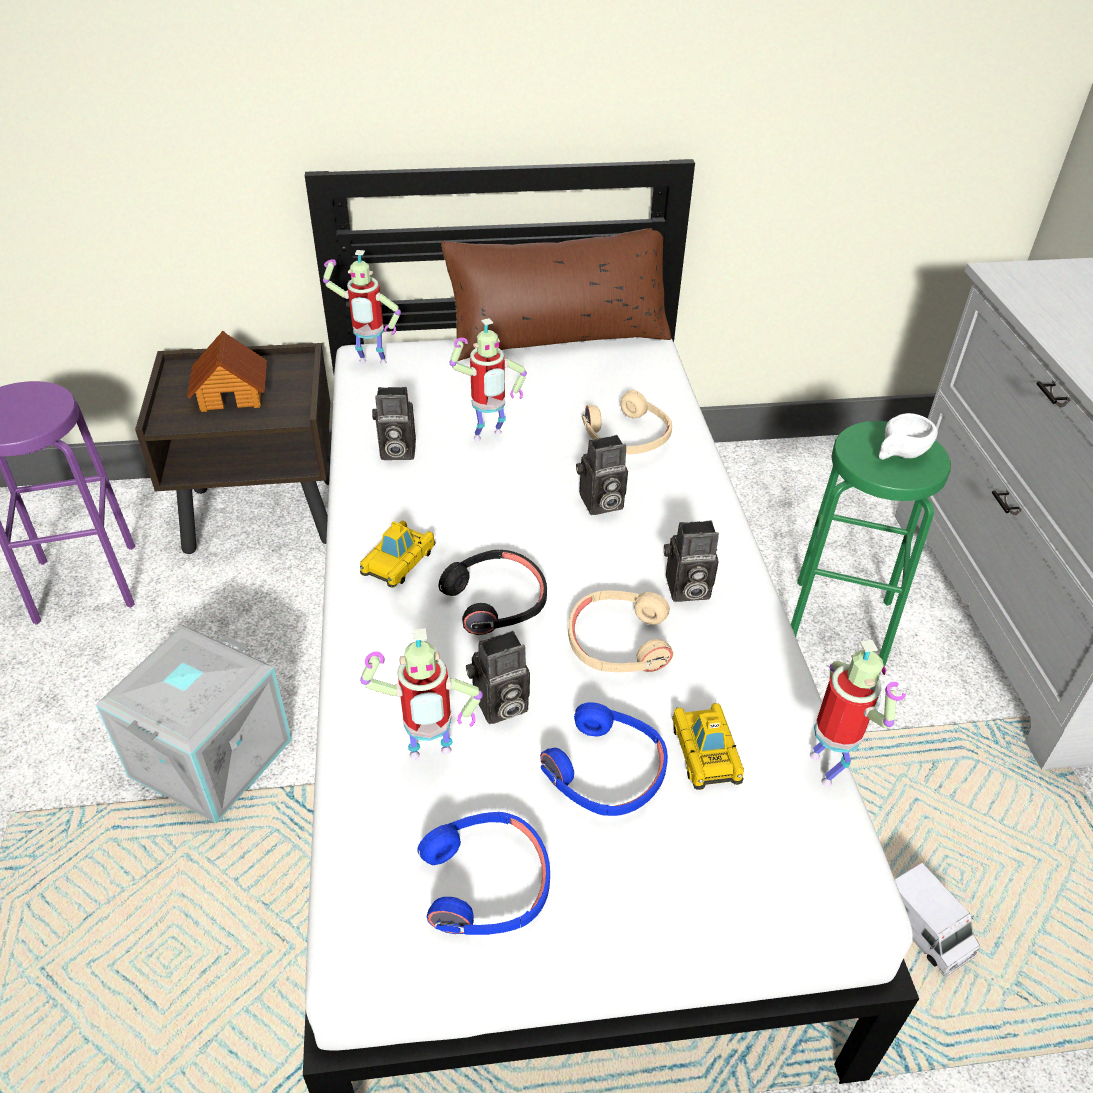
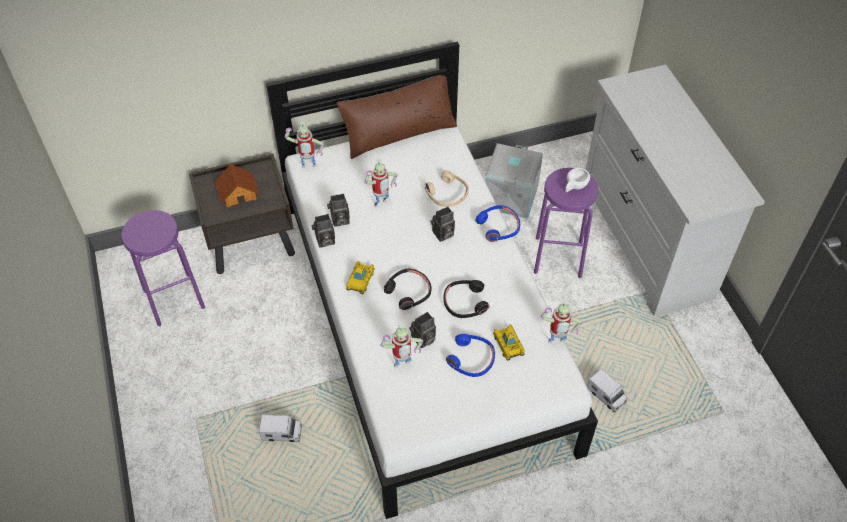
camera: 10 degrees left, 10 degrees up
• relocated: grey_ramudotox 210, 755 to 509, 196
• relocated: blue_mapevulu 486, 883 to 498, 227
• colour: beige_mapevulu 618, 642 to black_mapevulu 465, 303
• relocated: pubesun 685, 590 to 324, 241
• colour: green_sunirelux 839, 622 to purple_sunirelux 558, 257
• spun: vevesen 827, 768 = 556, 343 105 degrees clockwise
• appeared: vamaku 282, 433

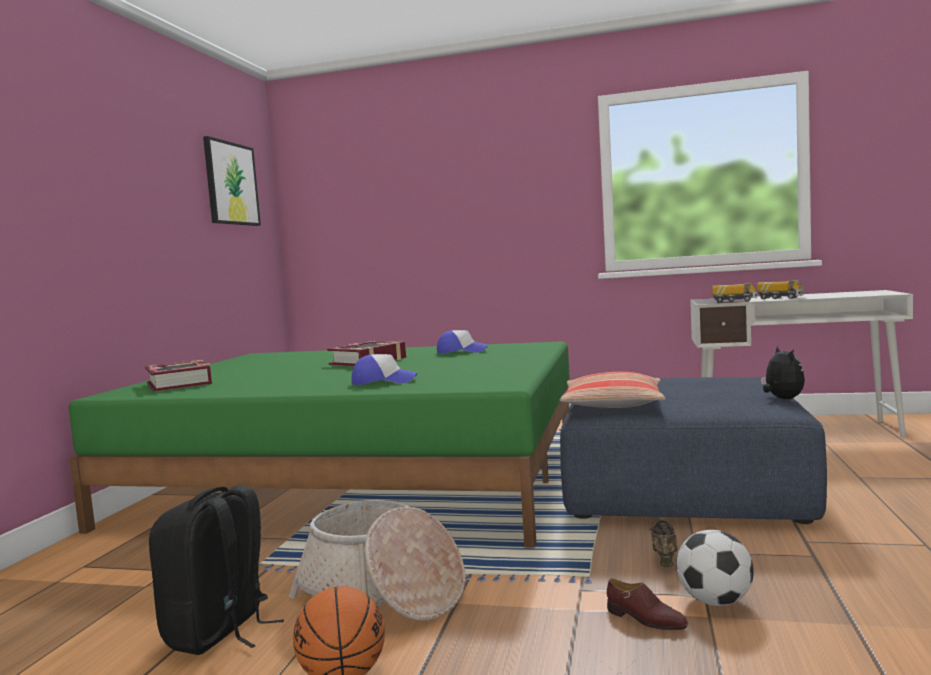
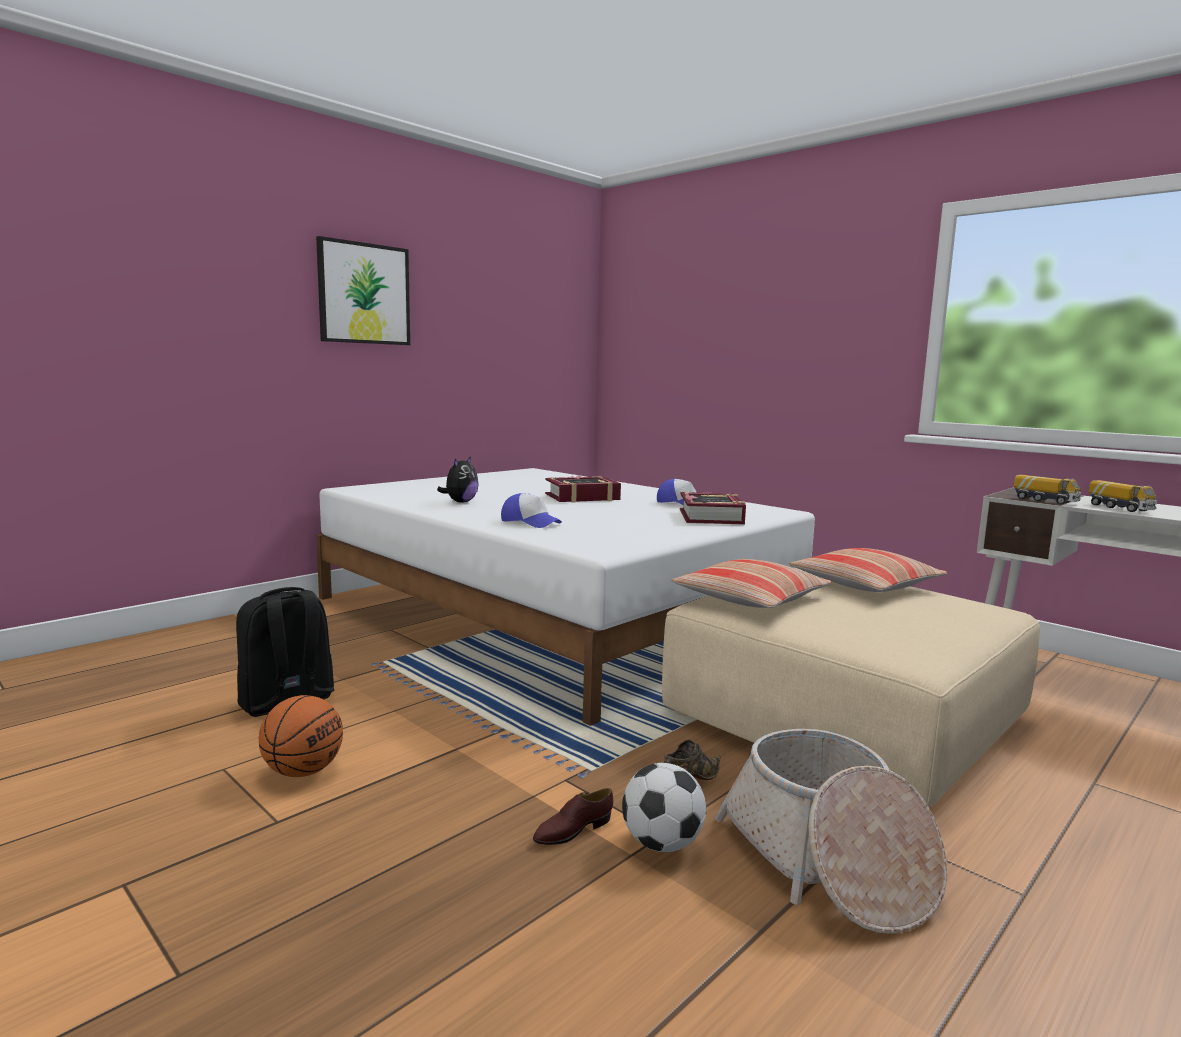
camera: 30 degrees right, 5 degrees up
• colour: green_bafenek 359, 480 to white_bafenek 553, 613
• relocated: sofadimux 179, 384 to 711, 517
• relocated: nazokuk 231, 184 to 364, 294
• relocated: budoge 383, 594 to 827, 861
• colour: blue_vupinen 680, 484 to beige_vupinen 842, 713
• spun: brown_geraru 645, 619 = 572, 830 75 degrees clockwise
• relocated: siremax 782, 399 to 460, 502
• appeared: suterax 865, 585

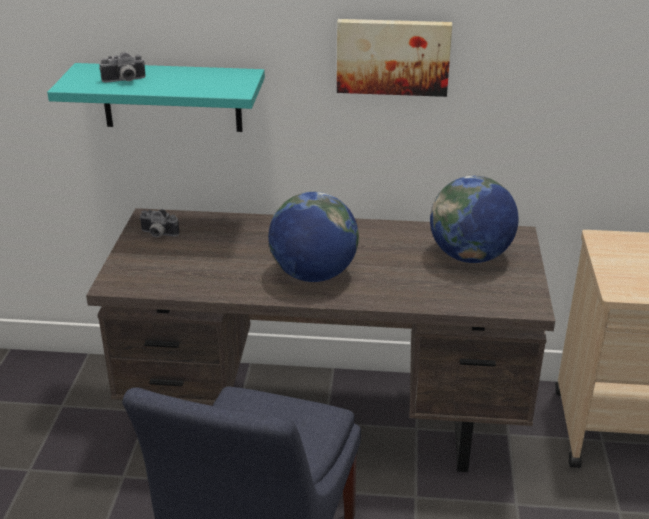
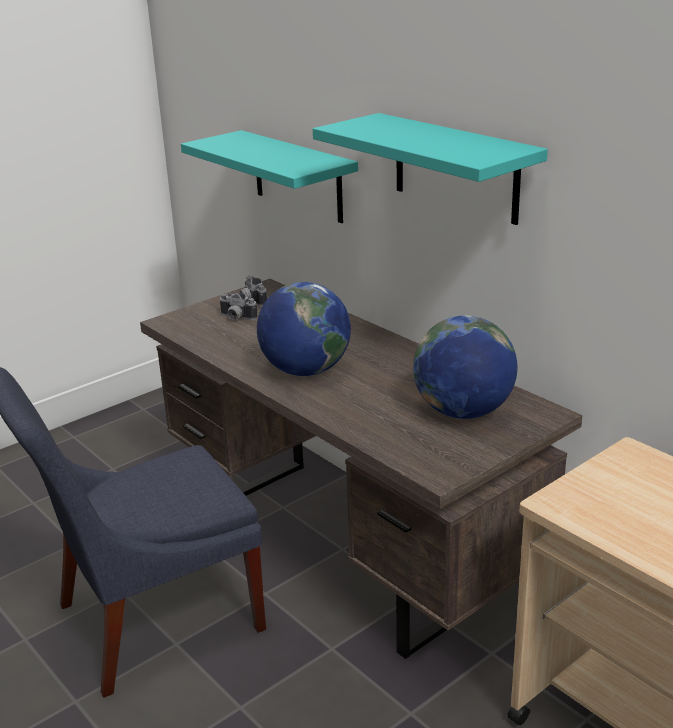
camera: 45 degrees right, 5 degrees down
• relocated: pubesun 124, 81 to 236, 318
• exchanged: nazokuk 393, 56 to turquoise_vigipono 455, 168

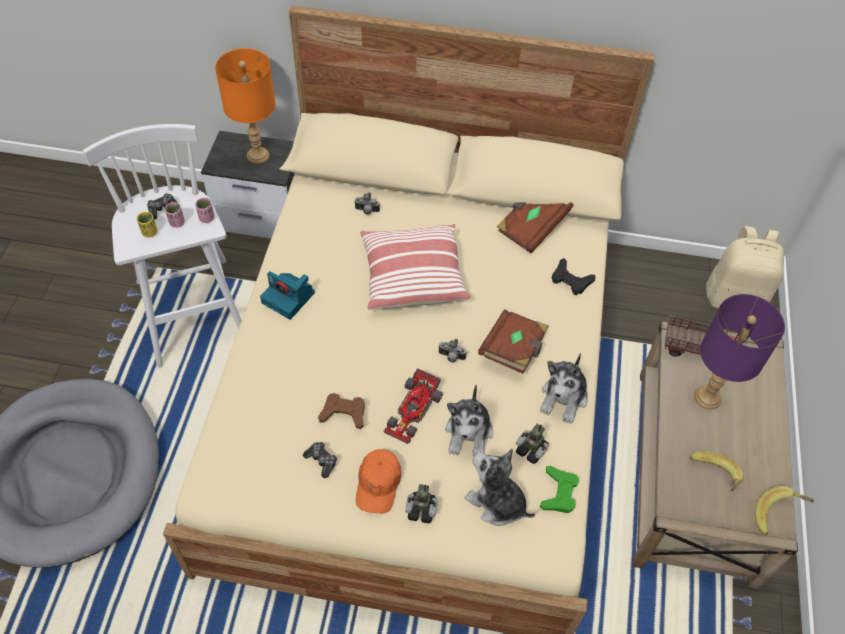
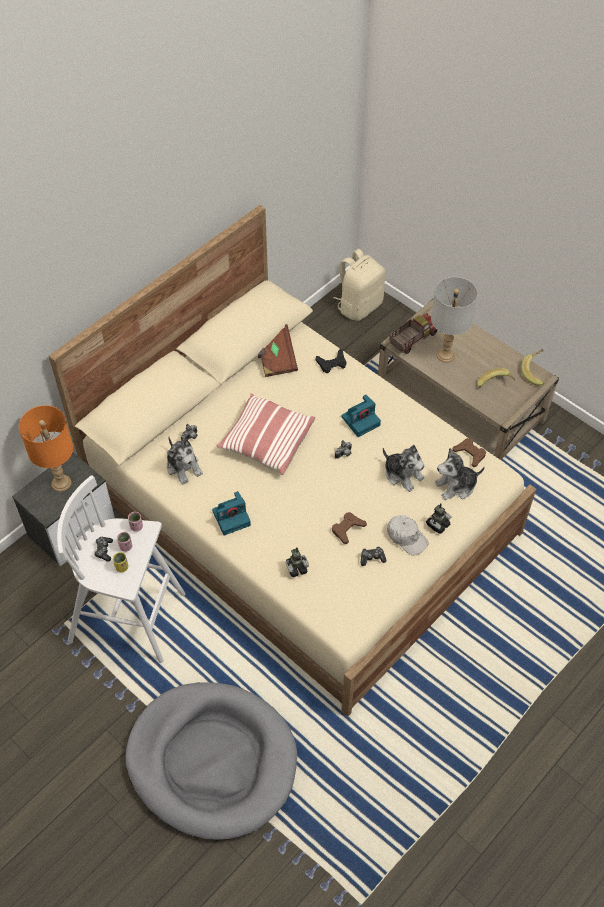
camera: 55 degrees left, 0 degrees up
• colour: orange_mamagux 378, 484 to white_mamagux 406, 537
• missing: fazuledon 412, 410
• exchanged: brown_sofadimux 513, 349 to pubesun 361, 420
• relocated: vevesen 531, 450 to 296, 568
• relocated: siremax 564, 398 to 184, 467
• colour: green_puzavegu 559, 492 to brown_puzavegu 469, 454
• colour: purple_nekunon 708, 398 to grey_nekunon 446, 355

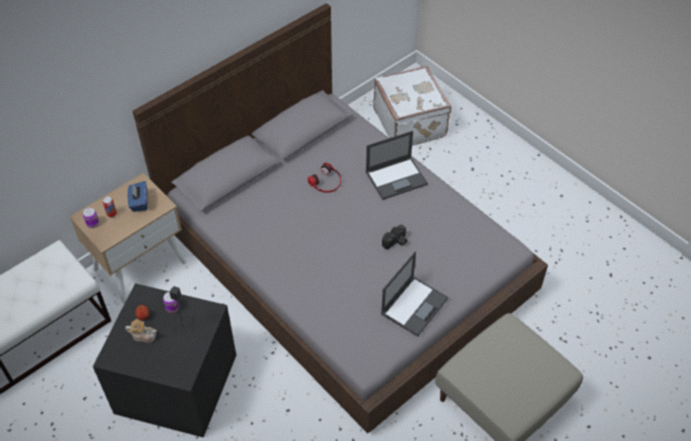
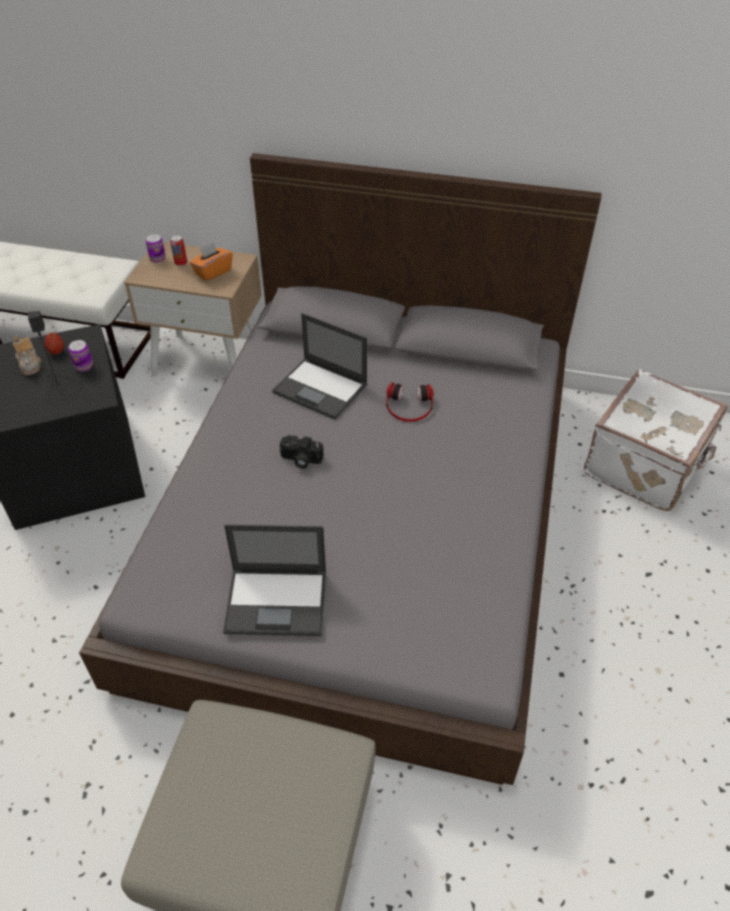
camera: 55 degrees right, 5 degrees down
• colour: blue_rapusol 139, 202 to orange_rapusol 213, 272
• relocated: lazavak 397, 178 to 321, 389
• relocated: pubesun 395, 242 to 300, 460

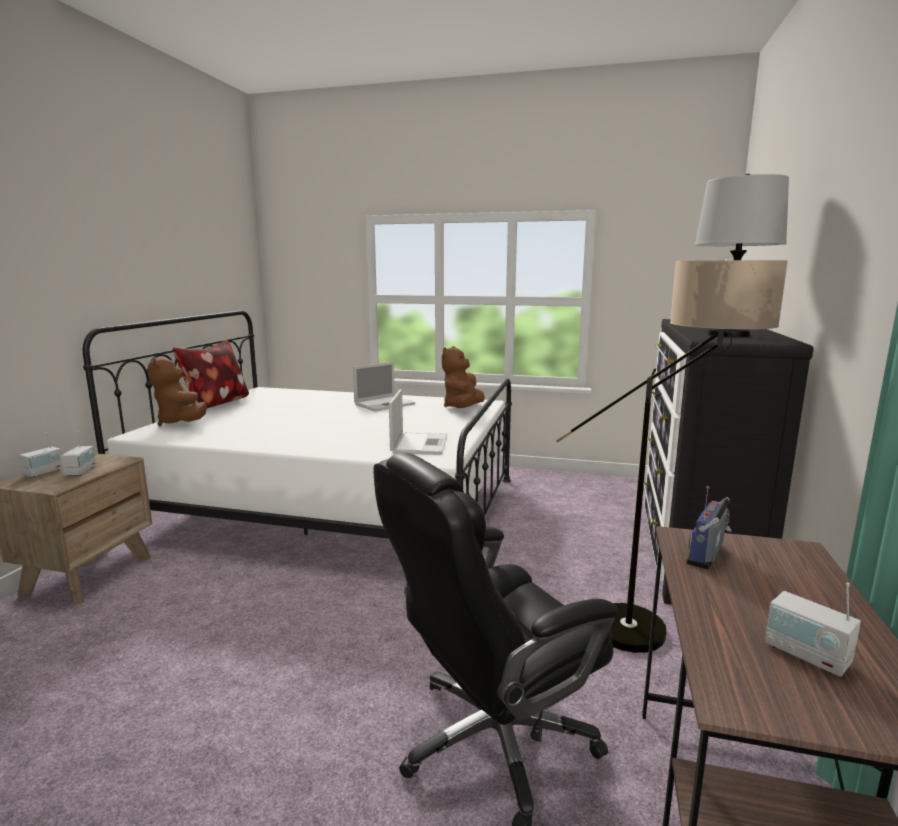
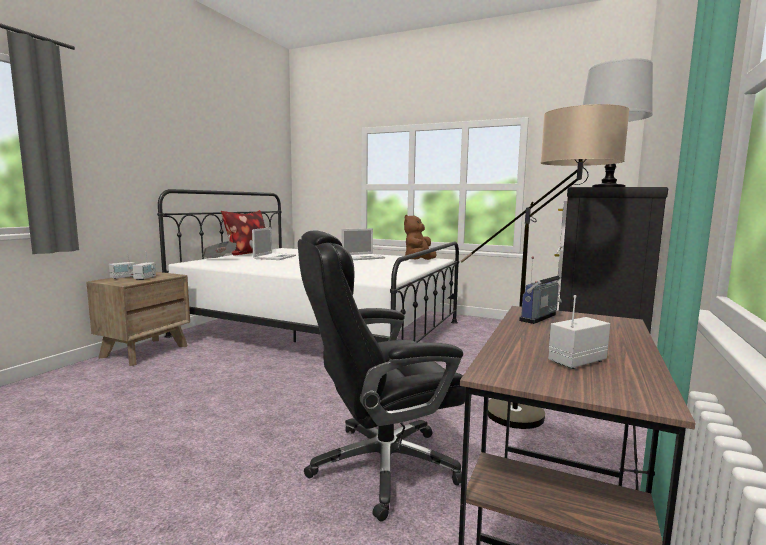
camera: 10 degrees right, 5 degrees down
• exchanged: brown_siremax 181, 422 to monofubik 219, 259
• relocated: lazavak 419, 444 to 275, 257
• spun: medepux 806, 655 = 576, 361 90 degrees clockwise

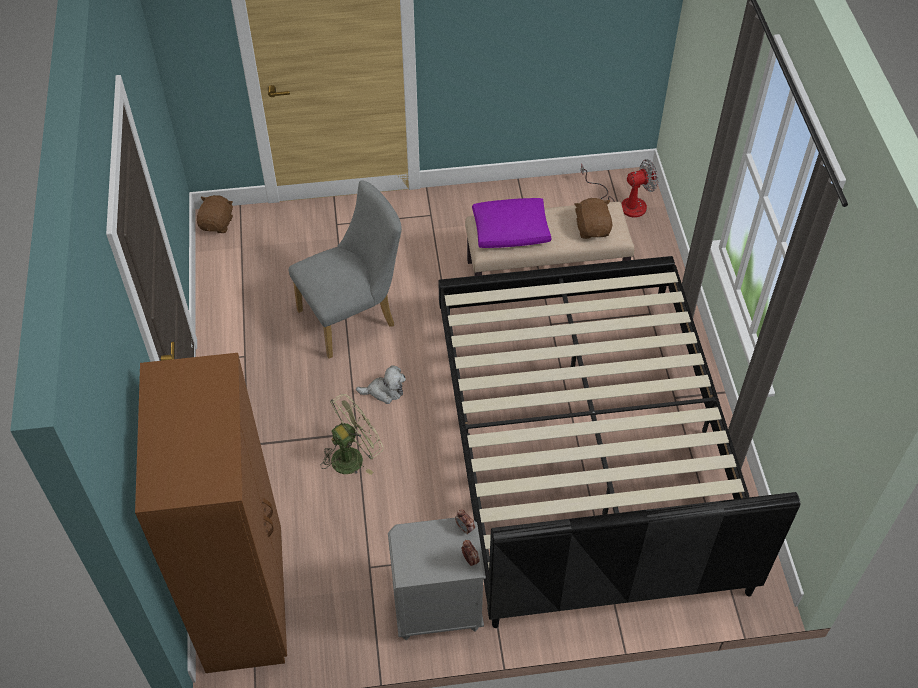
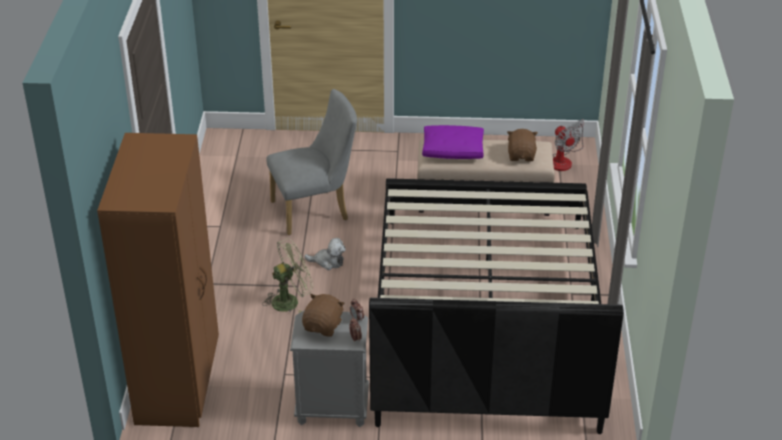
camera: 10 degrees right, 15 degrees down
• relocated: brown_siremax 217, 224 to 323, 326
• spun: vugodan 624, 203 = 564, 160 75 degrees clockwise

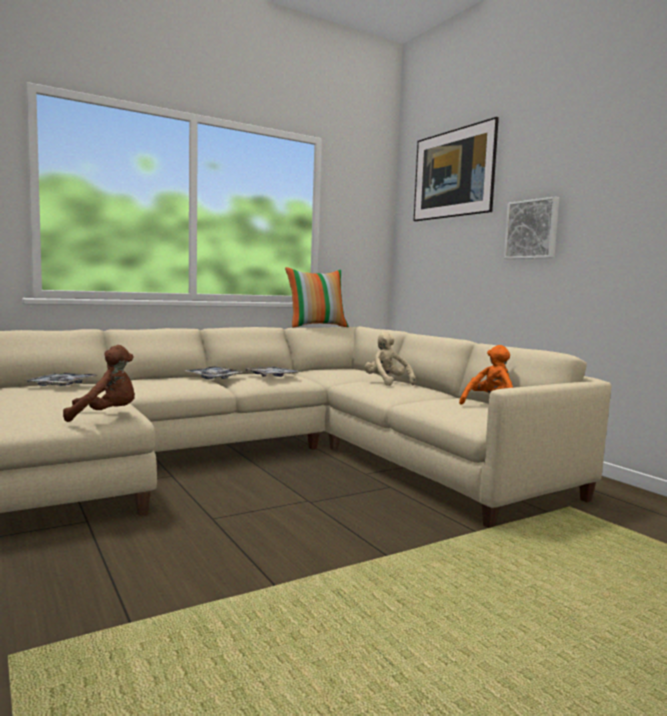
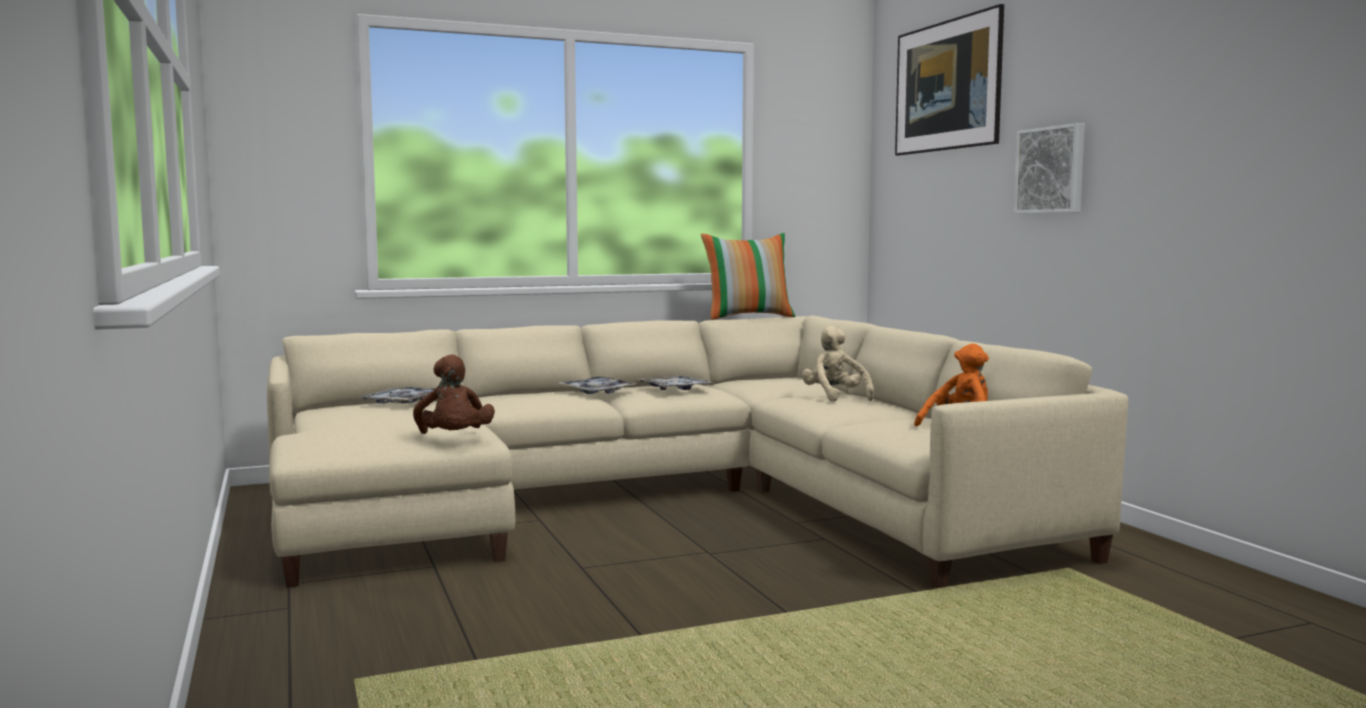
camera: 10 degrees right, 0 degrees up
• spun: brown_siremax 105, 416 = 454, 439 75 degrees clockwise

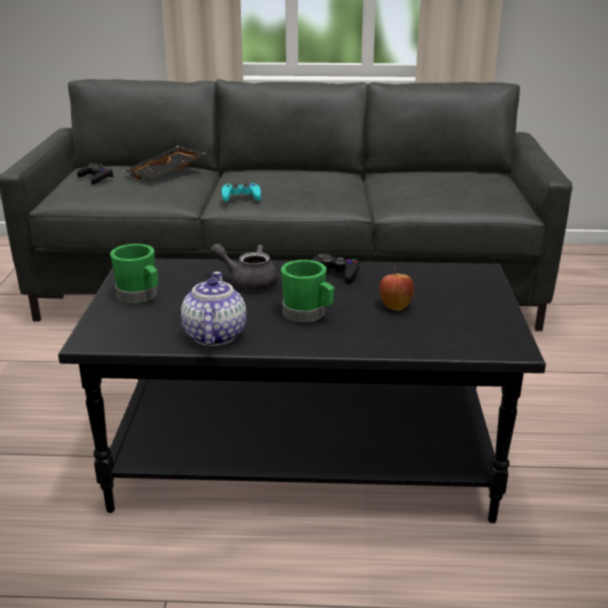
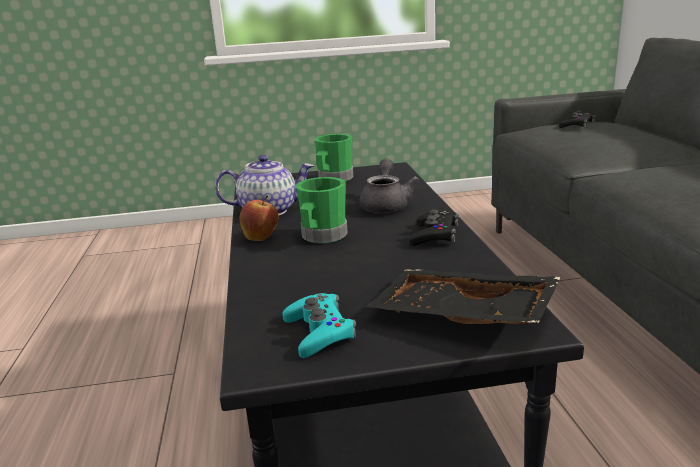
camera: 80 degrees right, 5 degrees down
• relocated: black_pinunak 167, 173 to 460, 317
• relocated: turquoise_puzavegu 241, 197 to 319, 332
• relocated: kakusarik 395, 306 to 261, 237

